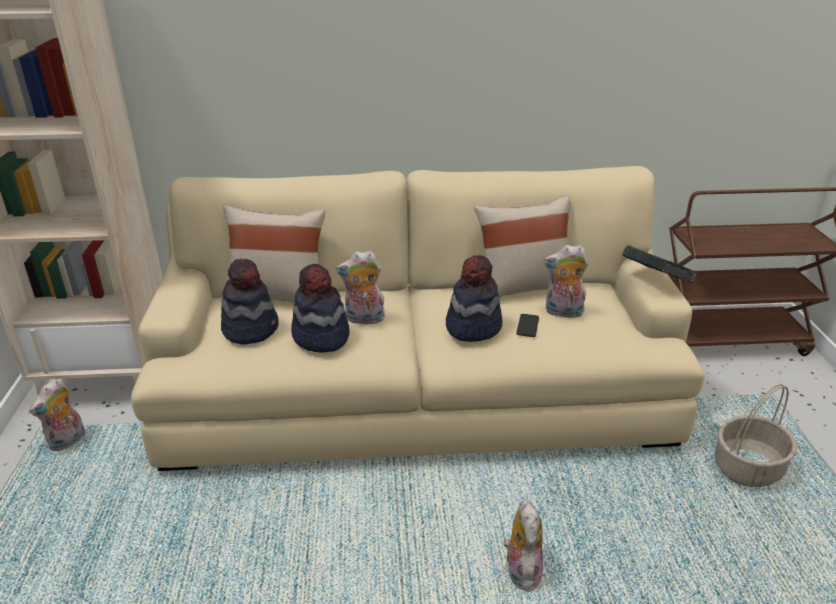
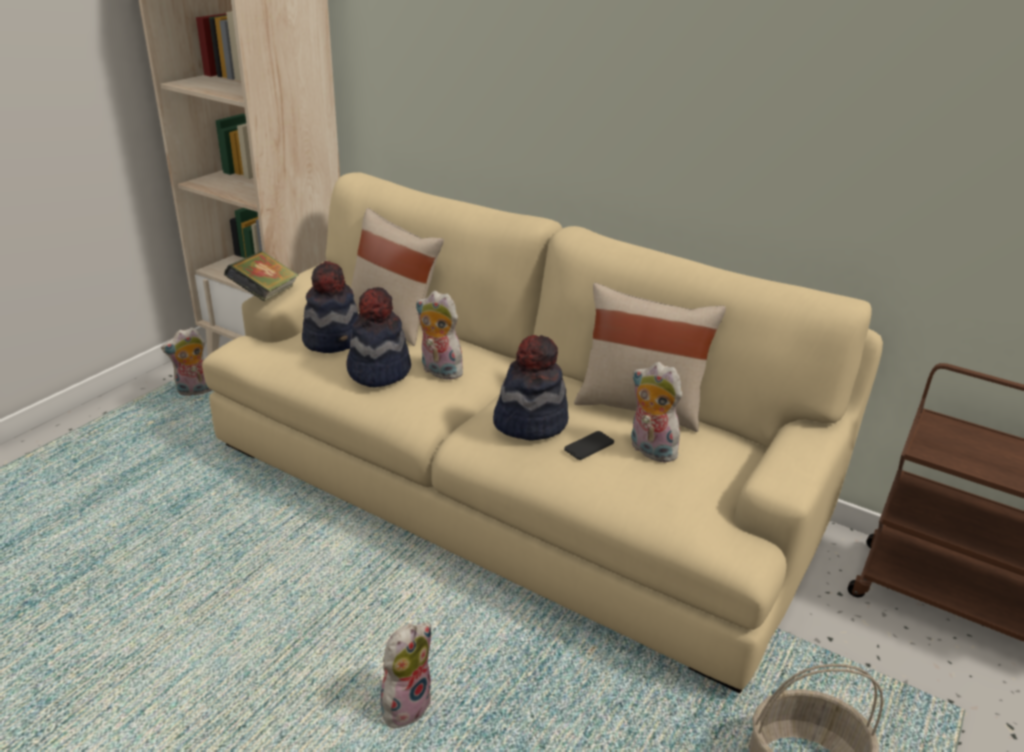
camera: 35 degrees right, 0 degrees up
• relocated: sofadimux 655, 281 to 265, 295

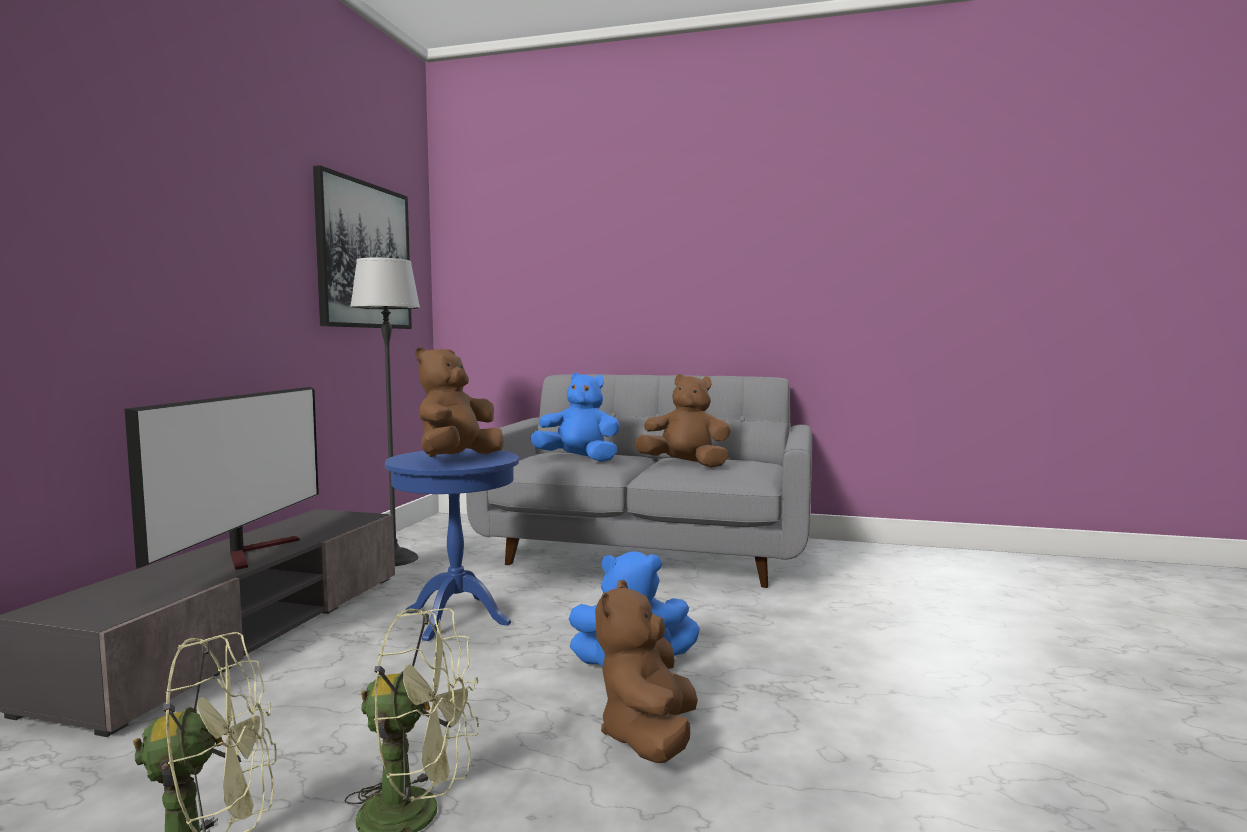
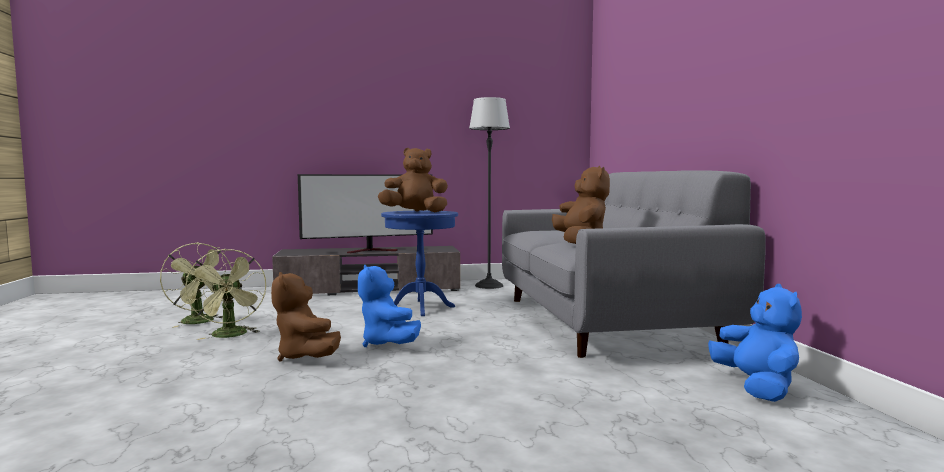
camera: 65 degrees right, 0 degrees up
• missing: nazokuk 364, 256
• relocated: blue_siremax 579, 459 to 756, 387
• spun: brown_siremax 649, 737 = 306, 357 105 degrees counterclockwise

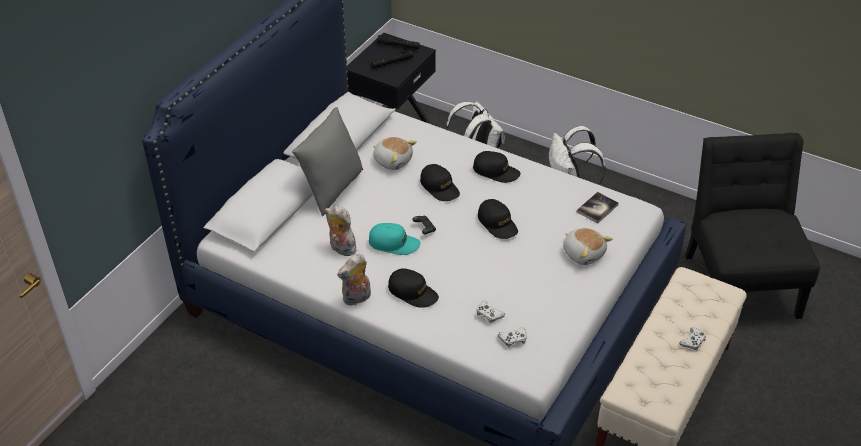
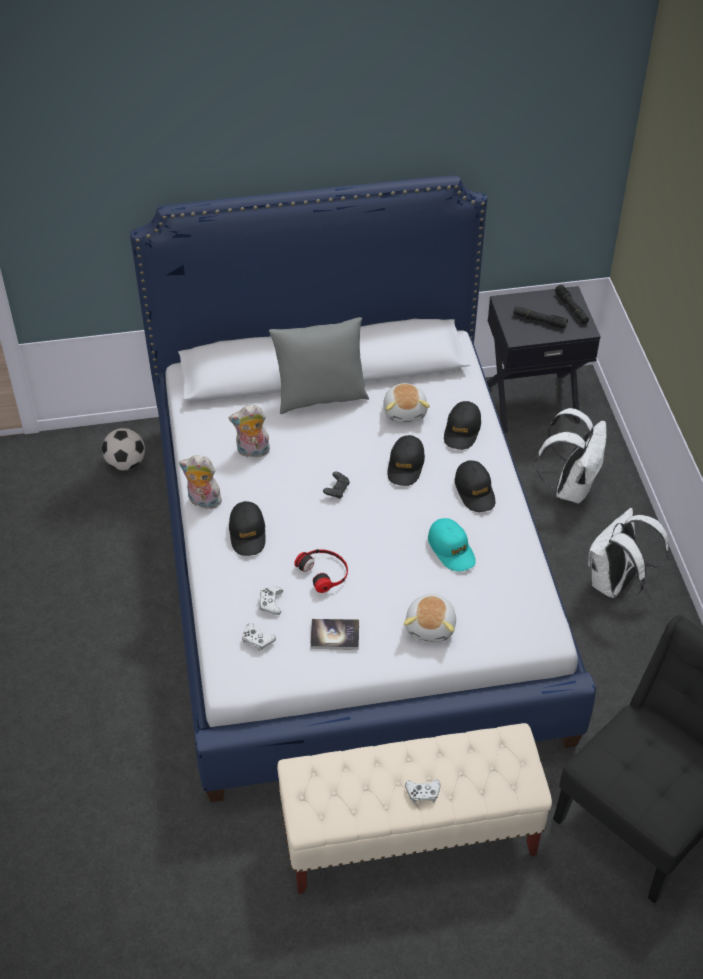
camera: 50 degrees right, 5 degrees up
• spun: siremax 341, 249 = 252, 452 90 degrees counterclockwise
• relocated: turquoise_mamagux 394, 243 to 451, 549
• relocated: black_mamagux 497, 223 to 462, 430
• relocated: sofadimux 597, 208 to 335, 635
• appeared: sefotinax 126, 463
• appeared: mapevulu 324, 571

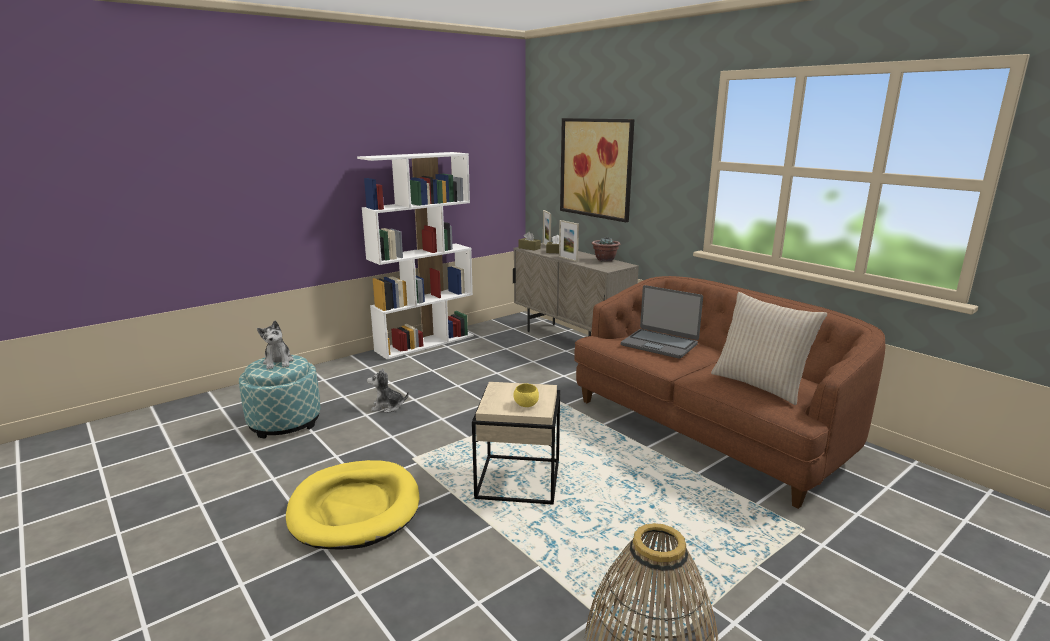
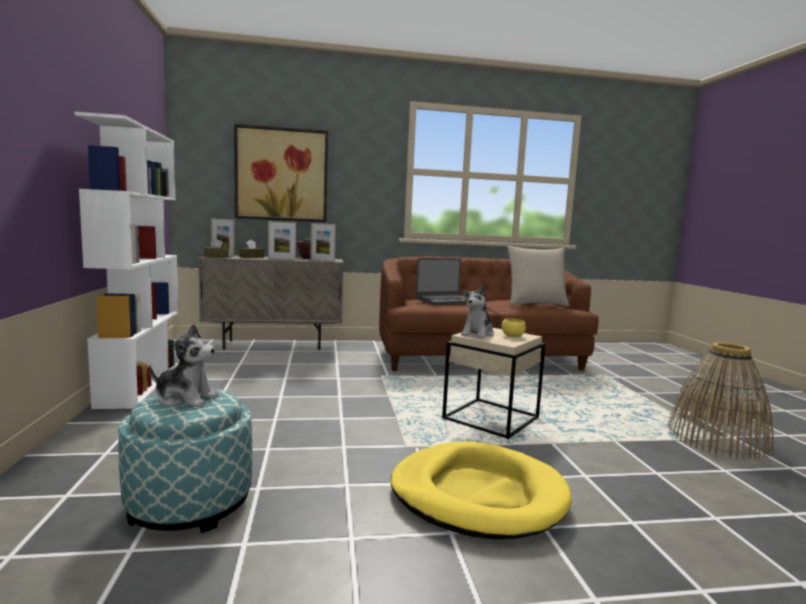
camera: 60 degrees left, 10 degrees down
• relocated: siremax 387, 407 to 477, 334
• appeared: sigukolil 322, 260

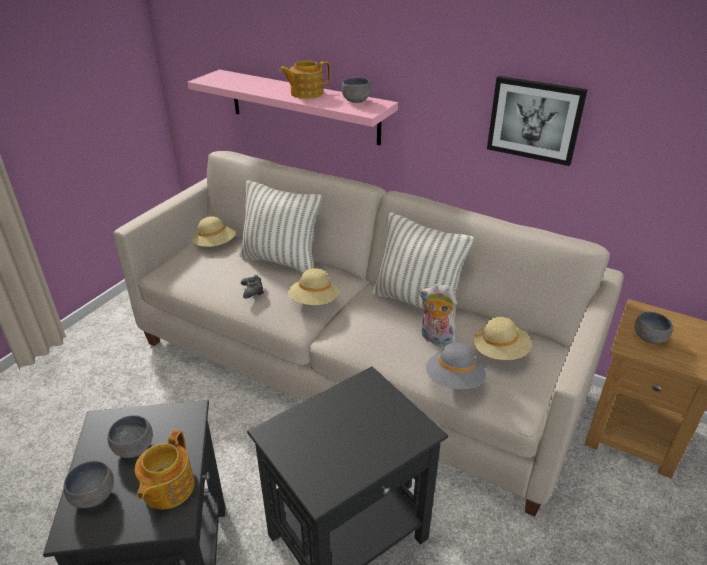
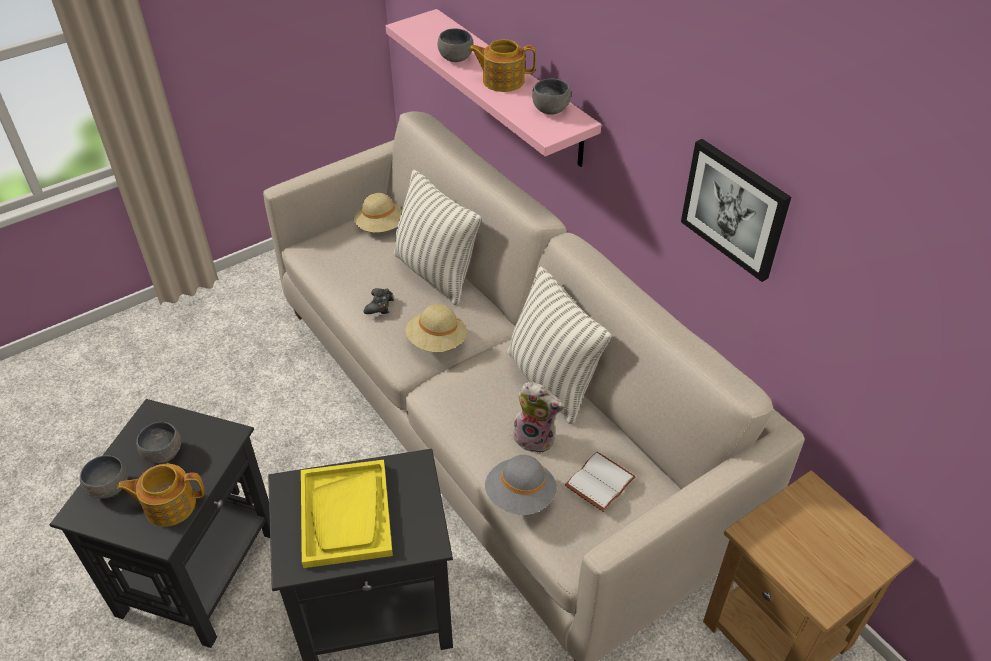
camera: 25 degrees right, 10 degrees up
• spun: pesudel 167, 488 = 169, 505 45 degrees clockwise
• spun: siremax 435, 339 = 536, 438 150 degrees clockwise
• exchanged: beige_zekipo 500, 352 to white_sofadimux 599, 481
• relocated: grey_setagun 650, 338 to 457, 59
• appeared: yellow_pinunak 346, 515

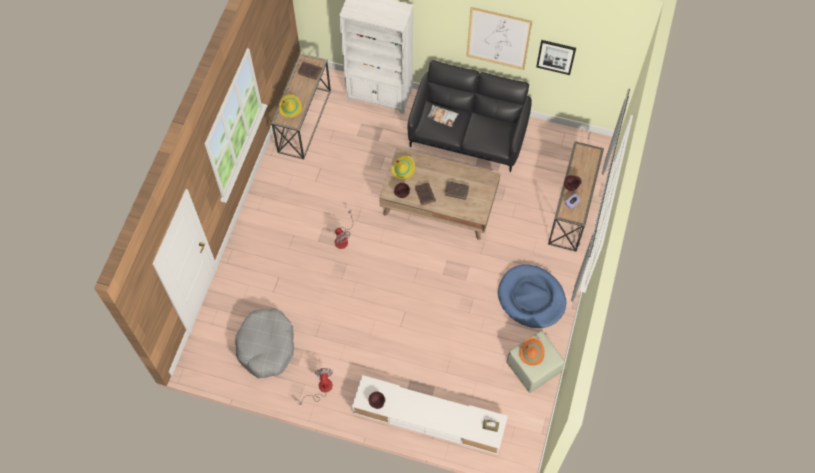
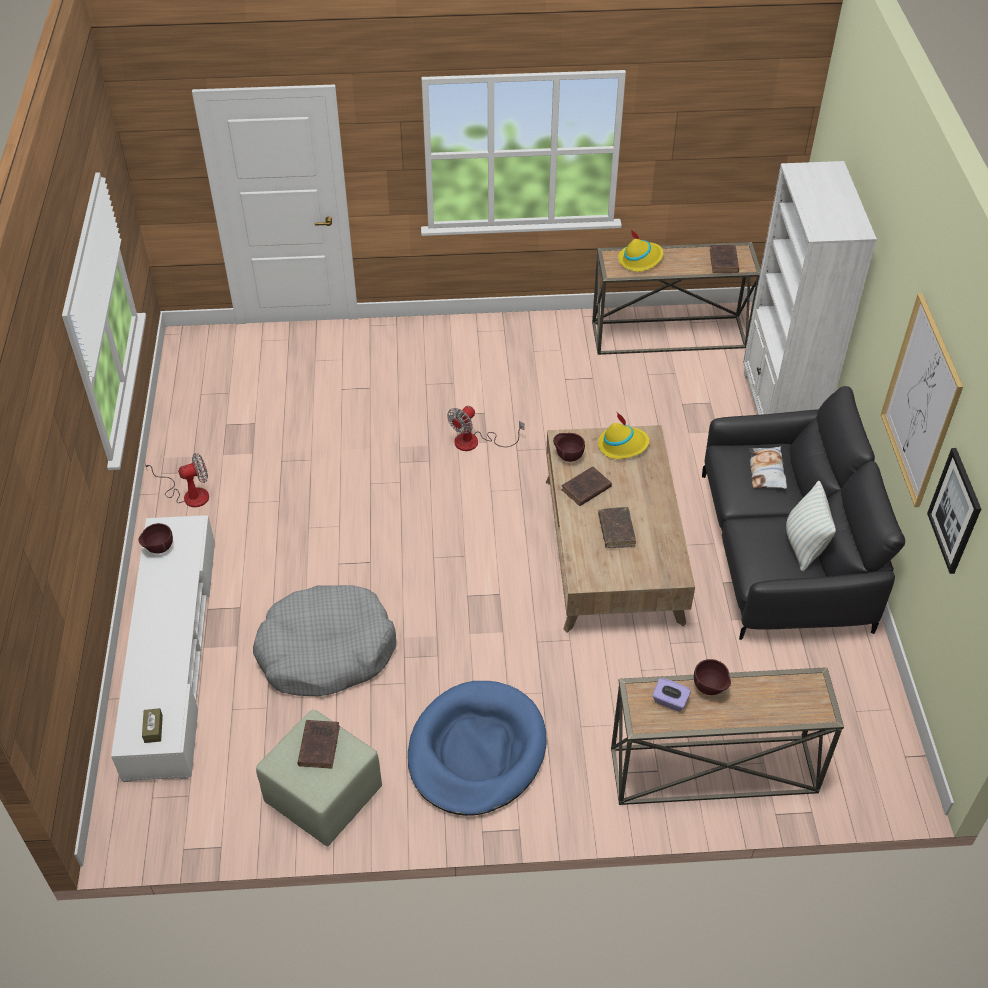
camera: 70 degrees right, 15 degrees down
• relocated: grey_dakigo 266, 346 to 326, 651
• exchanged: orange_zekipo 531, 352 to brown_sofadimux 319, 744
• appeared: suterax 804, 545

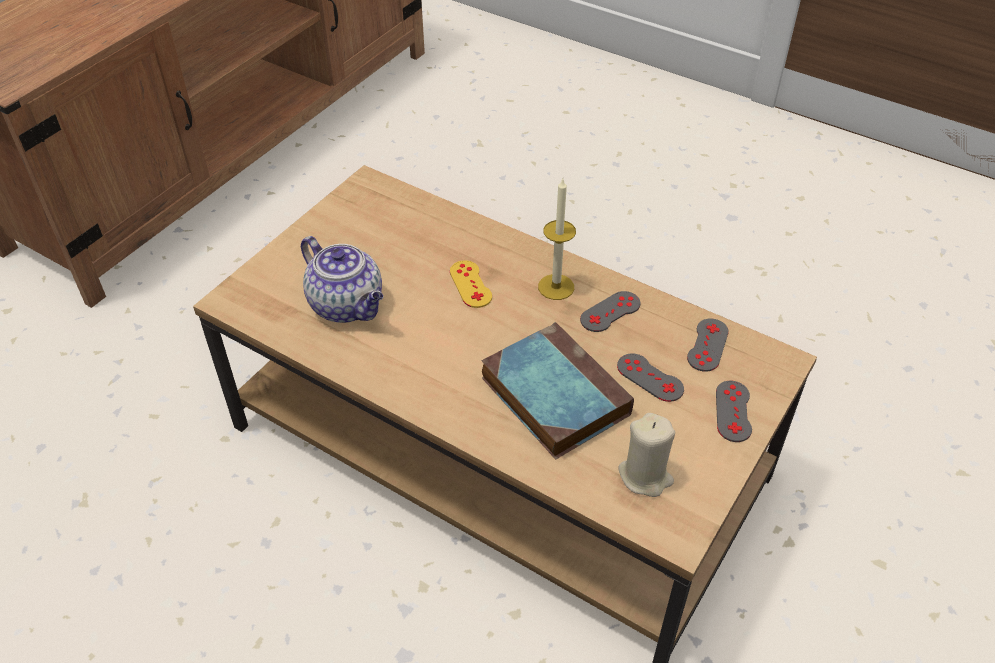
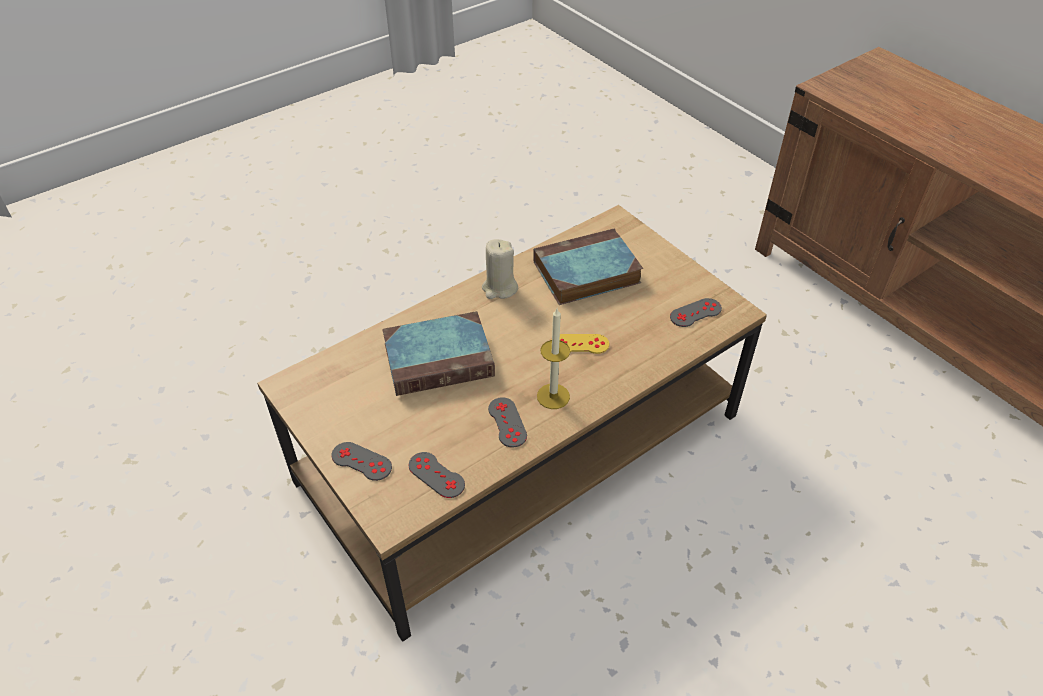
camera: 110 degrees right, 0 degrees up
• exchanged: pesudel 348, 306 to sofadimux 585, 273
• relocated: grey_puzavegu 650, 378 to 695, 313
• relocated: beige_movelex 645, 476 to 499, 288

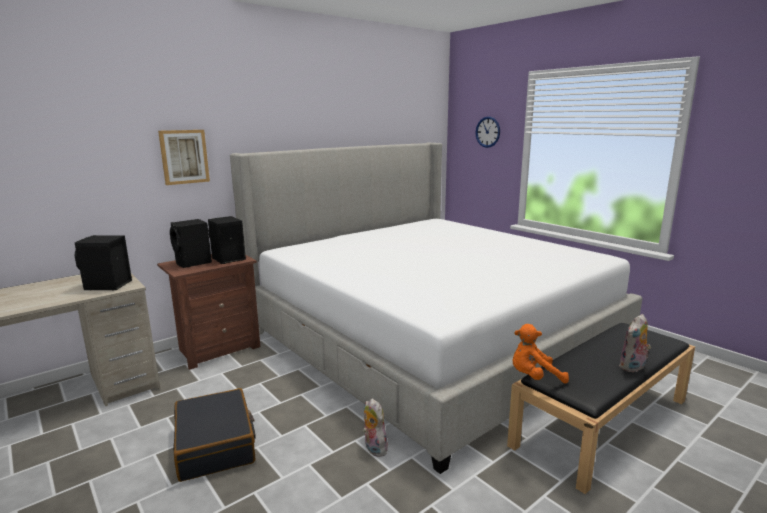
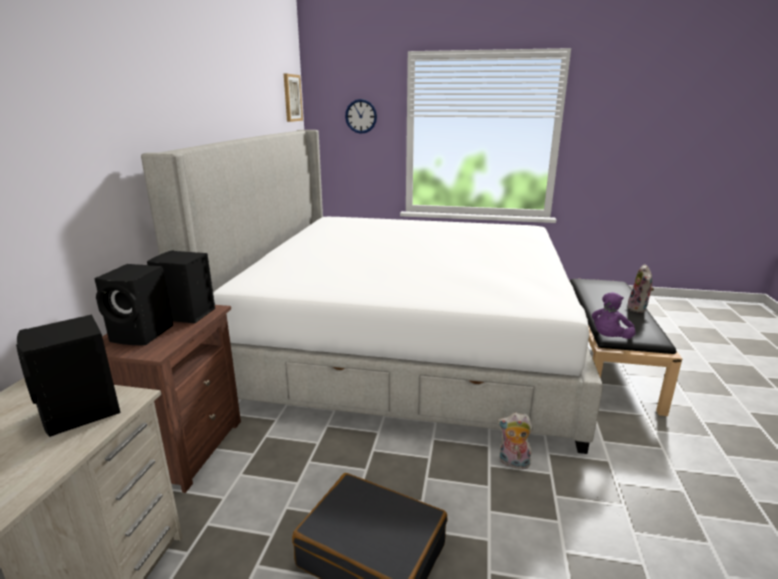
camera: 40 degrees left, 5 degrees up
• relocated: nazokuk 184, 156 to 292, 98
• colour: orange_siremax 534, 377 to purple_siremax 609, 338

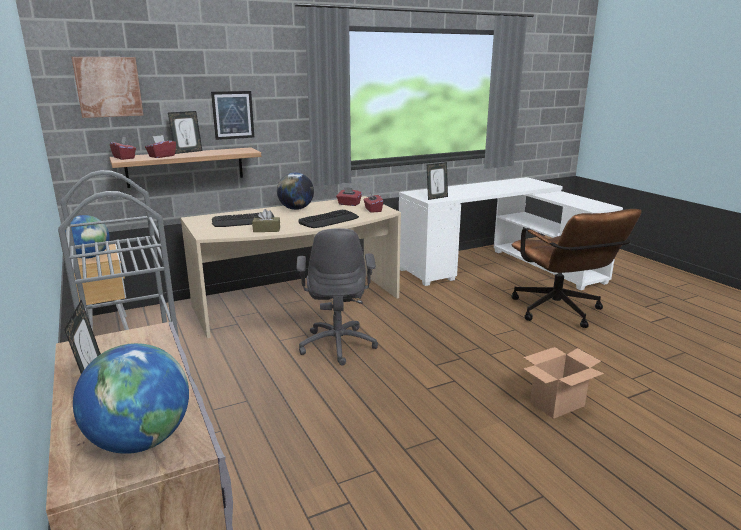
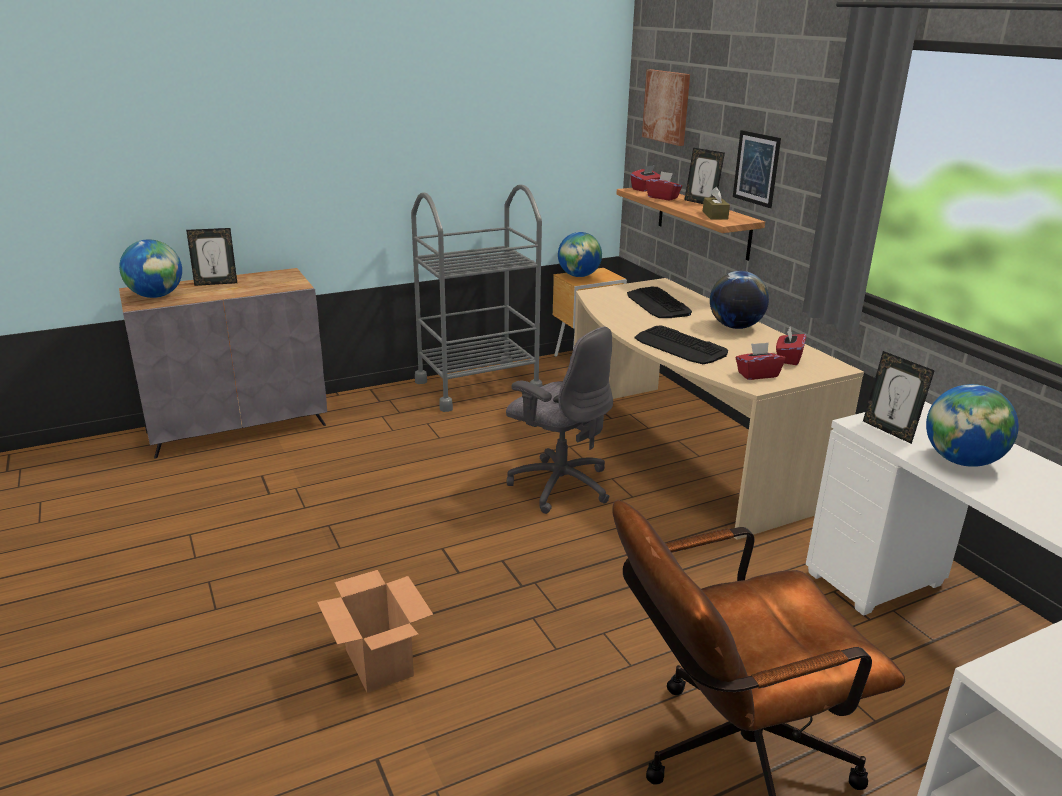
camera: 90 degrees right, 5 degrees up
• relocated: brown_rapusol 266, 230 to 715, 215
• spun: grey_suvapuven 338, 345 = 559, 485 135 degrees counterclockwise
• appeared: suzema 961, 461

